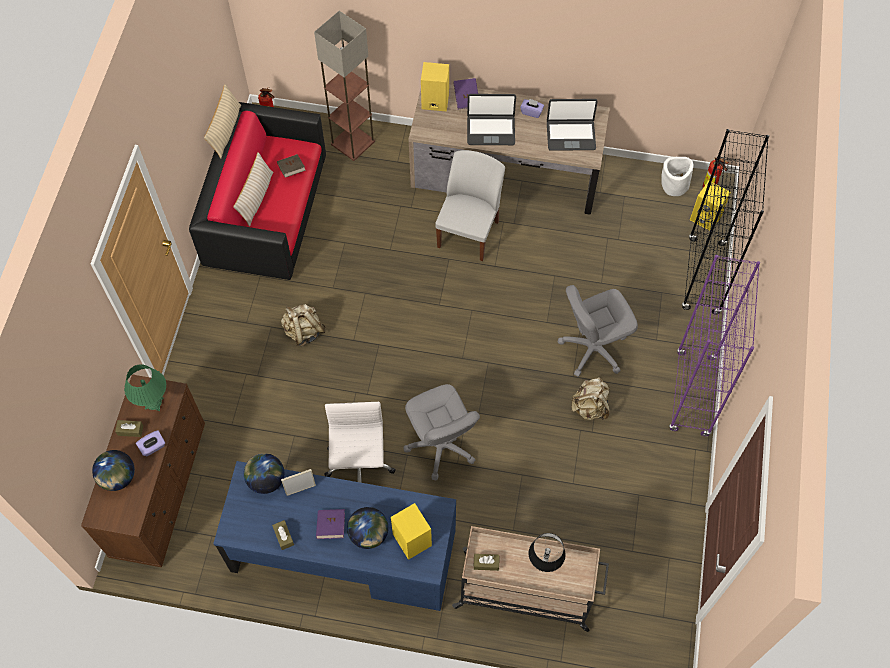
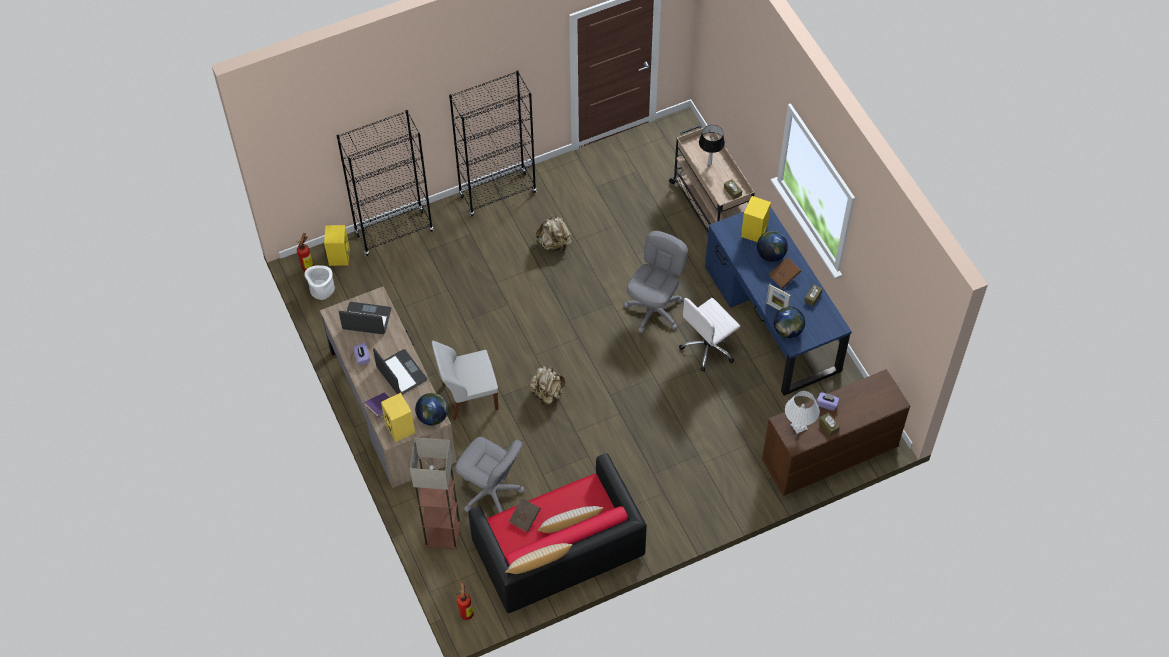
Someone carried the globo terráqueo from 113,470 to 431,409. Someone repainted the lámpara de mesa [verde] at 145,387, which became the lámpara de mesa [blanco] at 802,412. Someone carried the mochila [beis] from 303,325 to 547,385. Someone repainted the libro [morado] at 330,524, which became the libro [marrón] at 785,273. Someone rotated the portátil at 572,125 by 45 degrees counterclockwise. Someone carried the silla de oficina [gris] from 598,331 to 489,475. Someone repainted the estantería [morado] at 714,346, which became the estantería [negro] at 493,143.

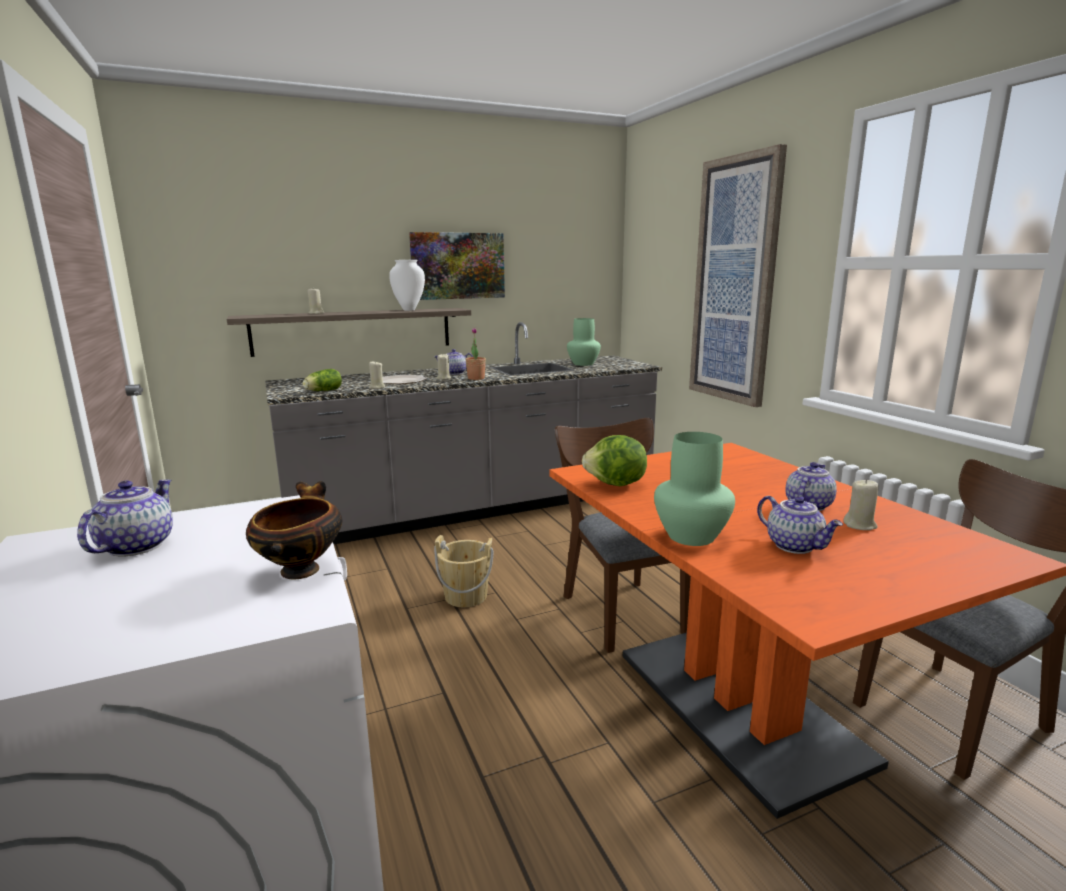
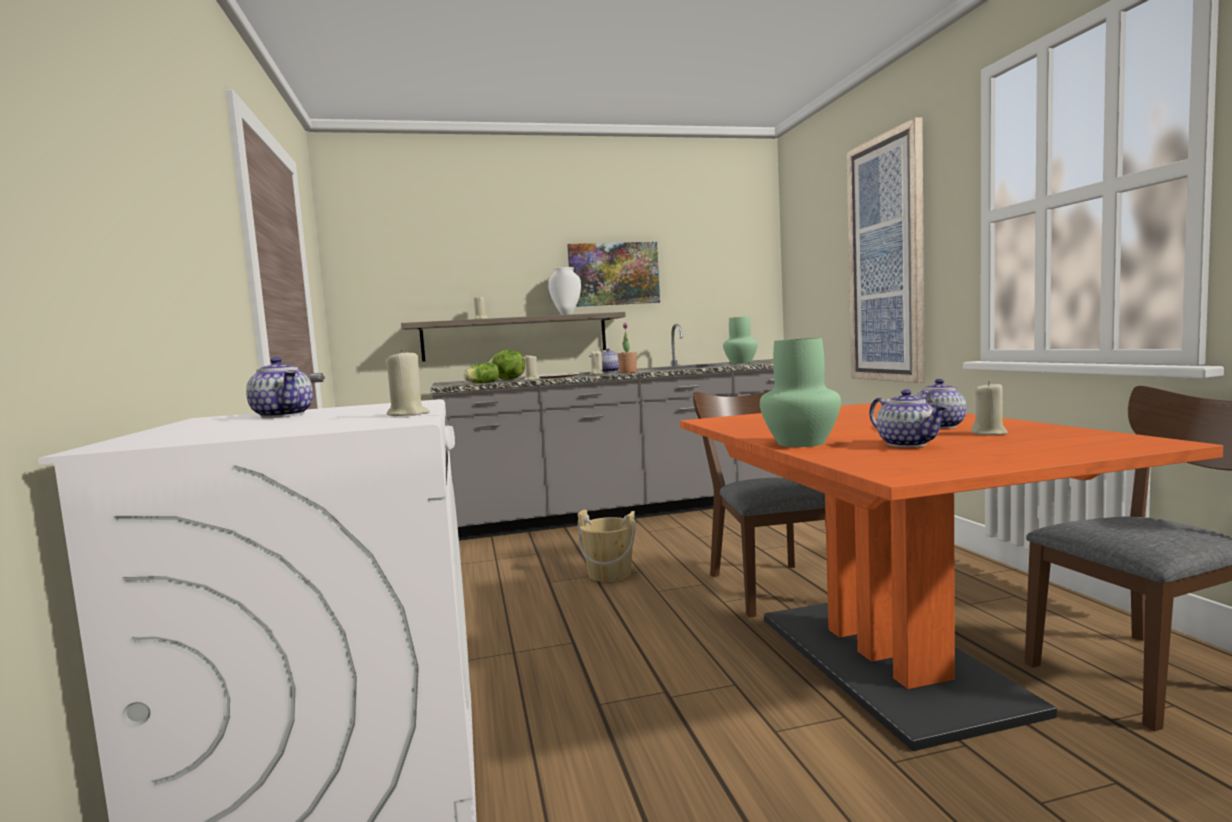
Someone rotated the tetera at 125,518 by 120 degrees clockwise. Someone swapped the cuenco at 294,530 for the vela [beis] at 407,382. Someone carried the lechuga from 614,460 to 506,365.

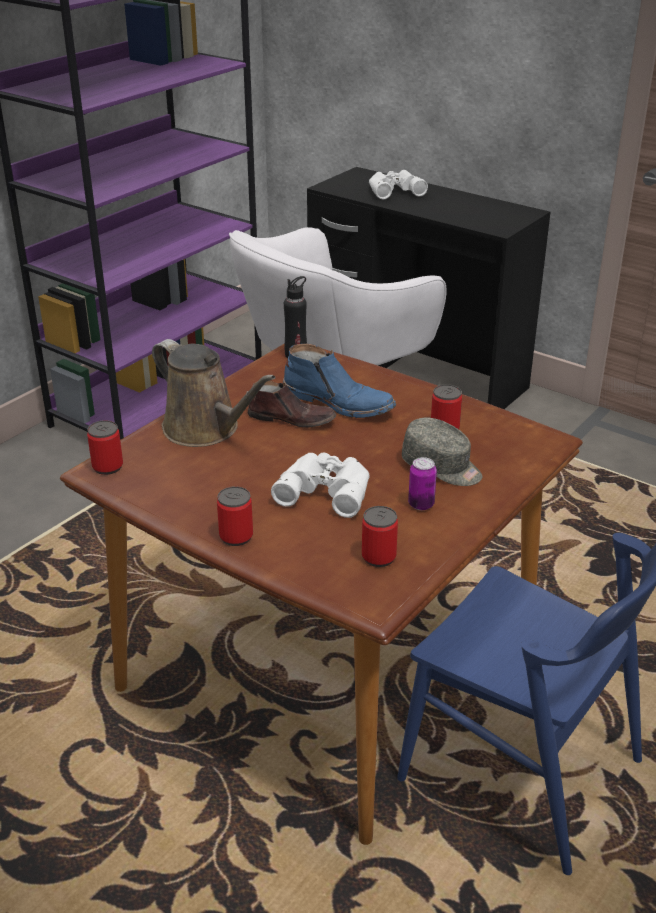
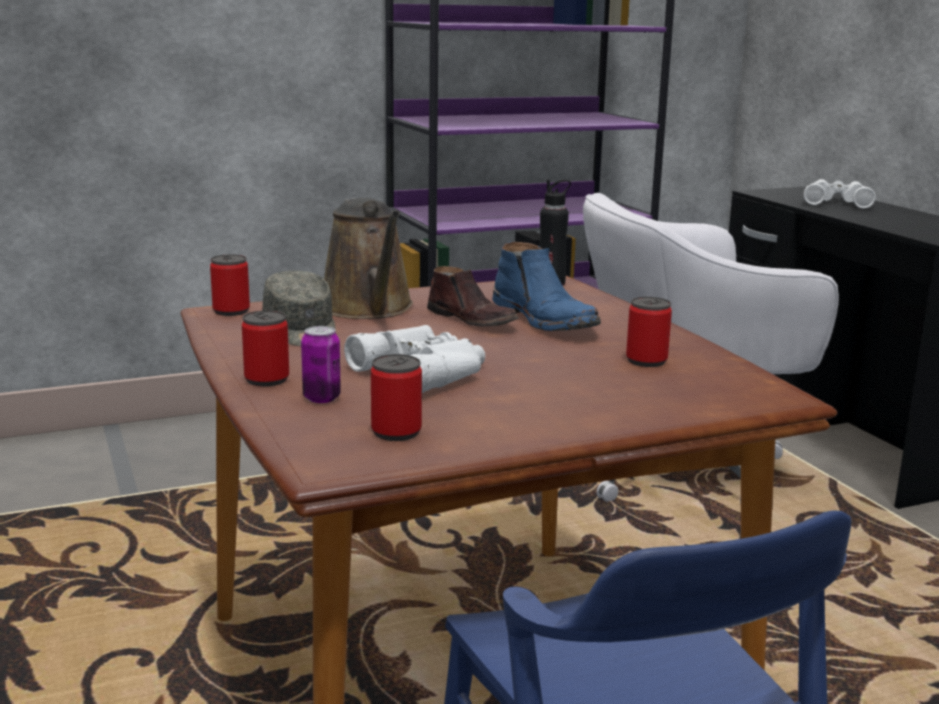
Someone carried the gorra [gris] from 442,452 to 299,308. Someone carried the lata from 422,483 to 321,364.

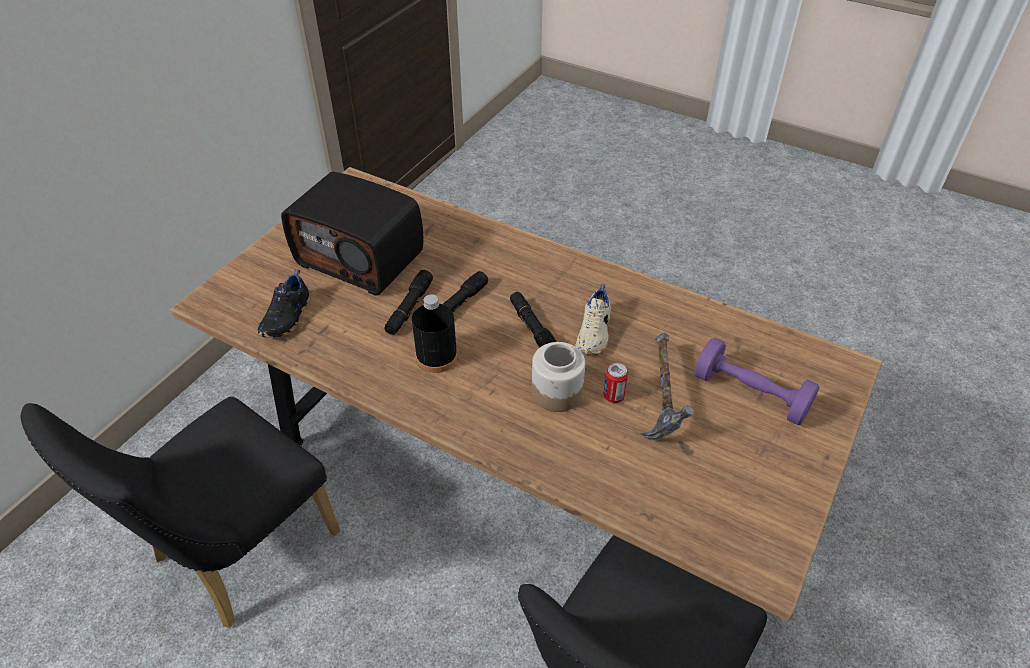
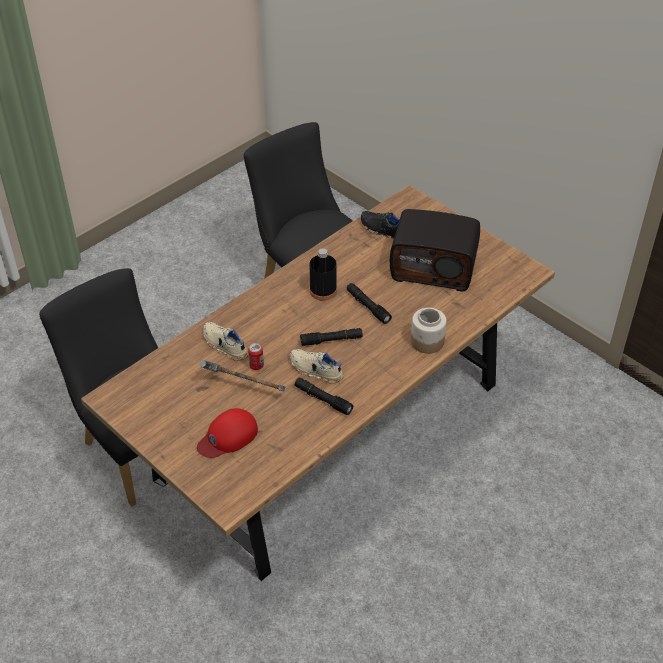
Someone rotated the radio at 352,233 by 120 degrees counterclockwise. Someone carried the linterna [negro] from 408,302 to 324,396. Someone carried the tarro from 558,377 to 429,331. Someone swapped the mancuerna [morado] at 757,381 for the gorra [rojo] at 227,433. Someone put down the zapato [beis] at 225,341.

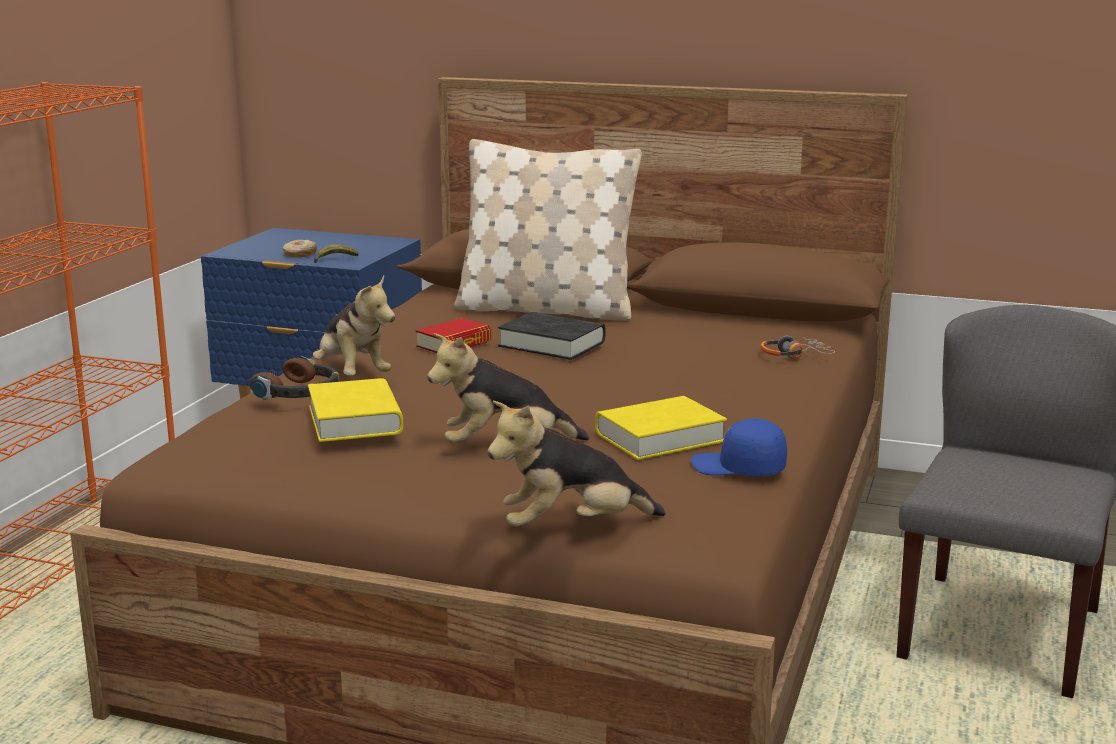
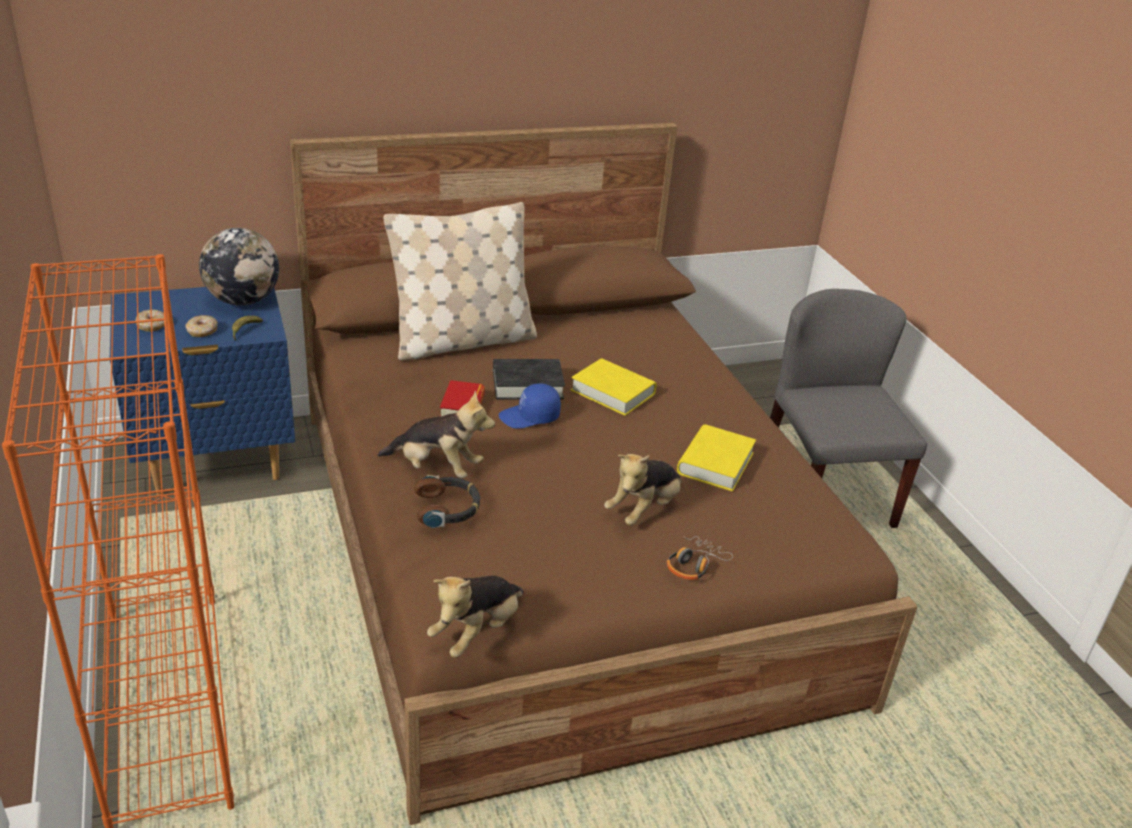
Someone carried the libro [amarillo] from 355,410 to 614,387. Someone carried the peluche from 576,464 to 475,616. Someone carried the gorra [azul] from 739,447 to 530,406. Someone carried the auriculares from 797,347 to 700,558. Someone put down the rosquilla at 150,321. Someone put down the globo terráqueo at 239,267.

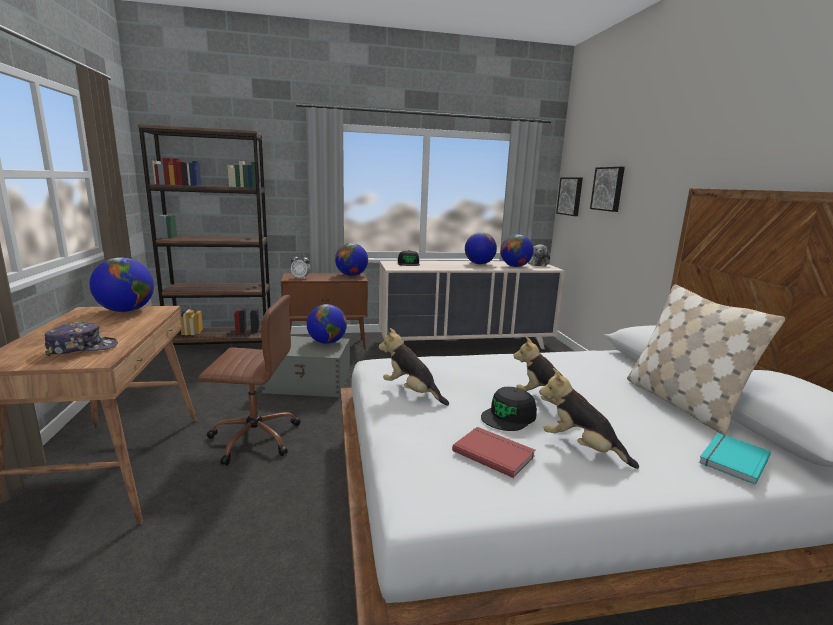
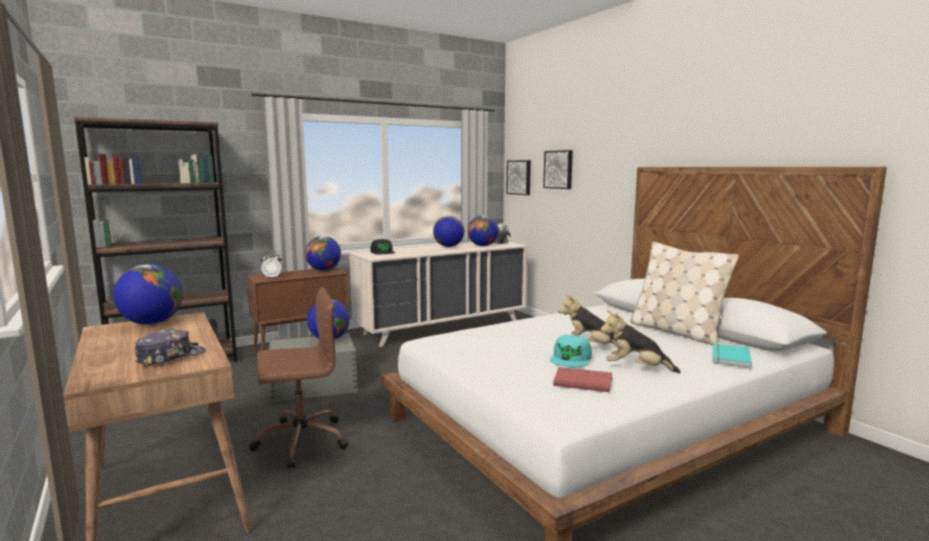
Someone took away the peluche at 414,366. Someone repainted the gorra [negro] at 509,409, which became the gorra [turquesa] at 571,351.

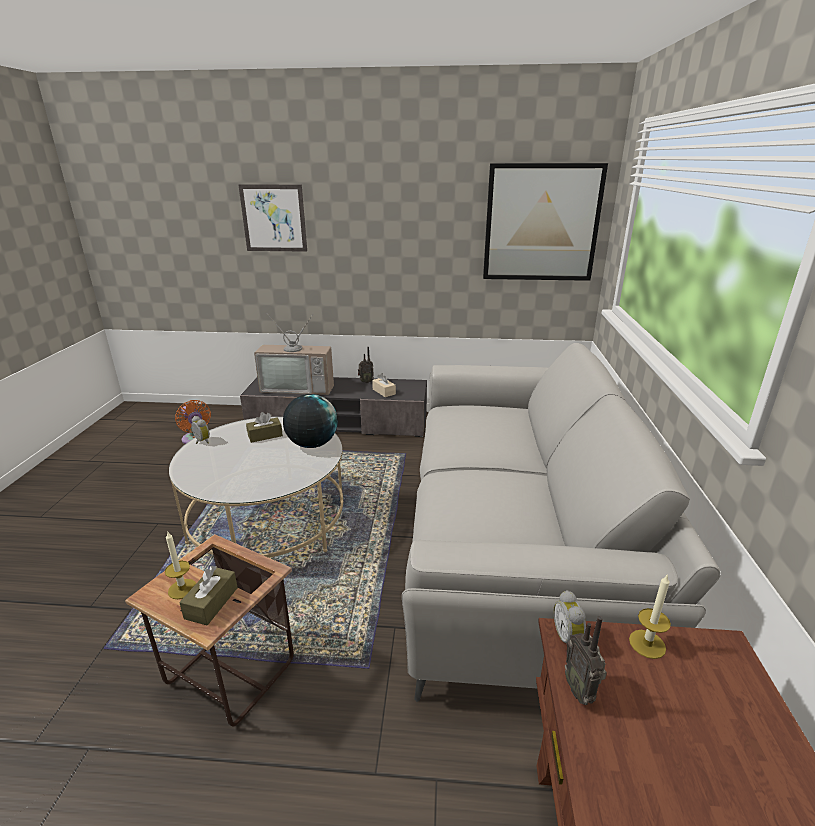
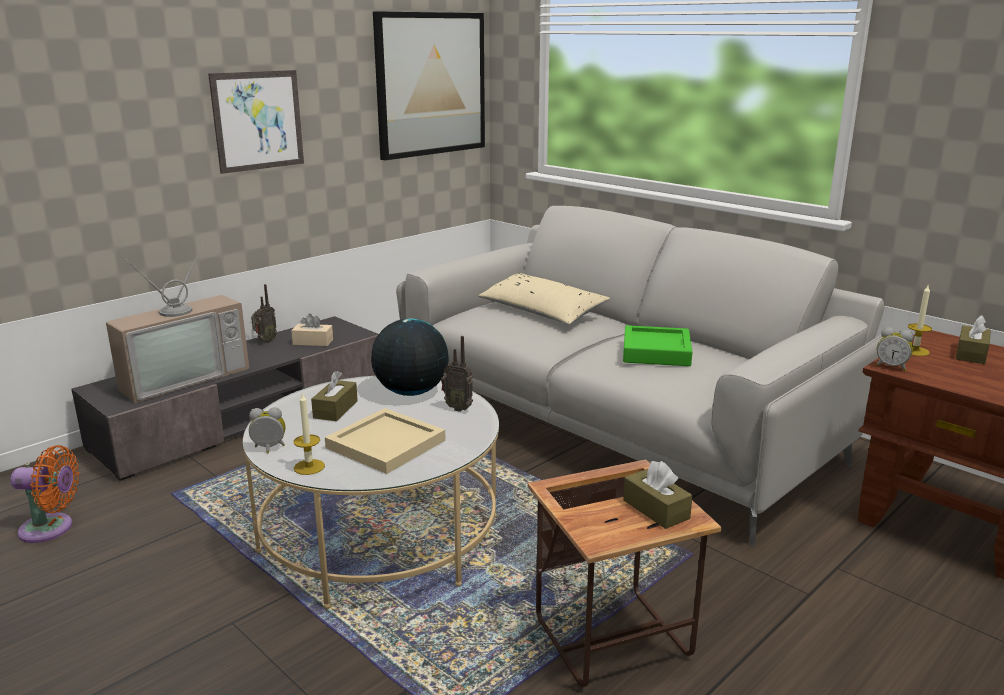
Someone carried the vela from 180,565 to 309,434. Someone carried the cuadro from 273,218 to 256,122. Someone carried the radio from 586,660 to 457,374. Someone put down the bandeja [beis] at 385,441. Someone put down the cojín [beis] at 544,299. Someone put down the bandeja [verde] at 657,345. Someone put down the caja de pañuelos [marrón] at 973,339.

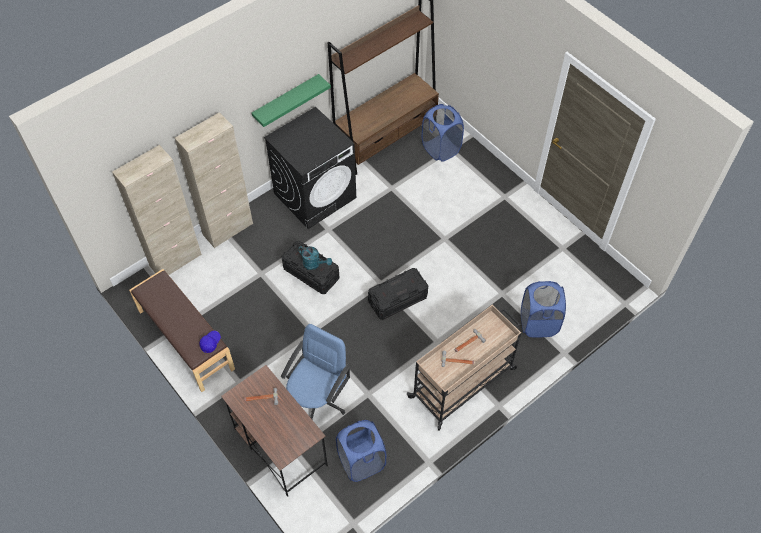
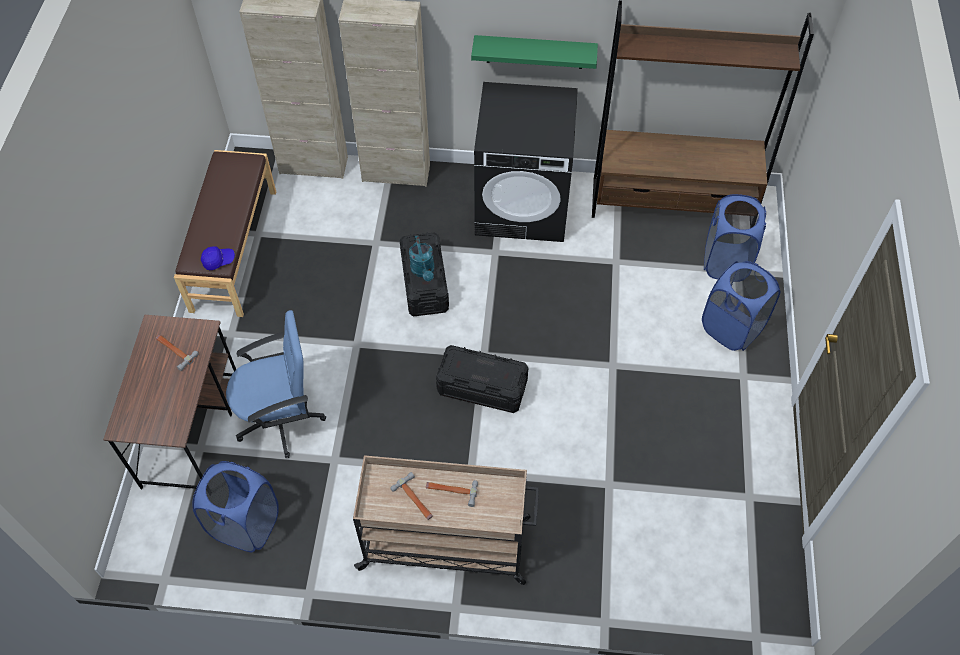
Someone carried the cesto de la ropa [azul] from 543,309 to 741,306.

